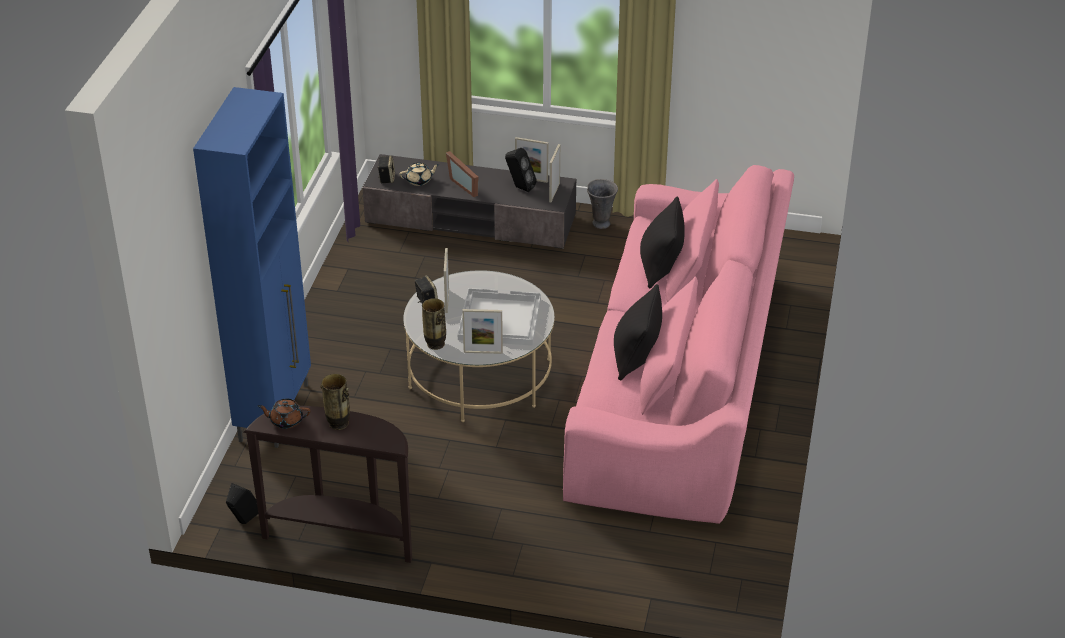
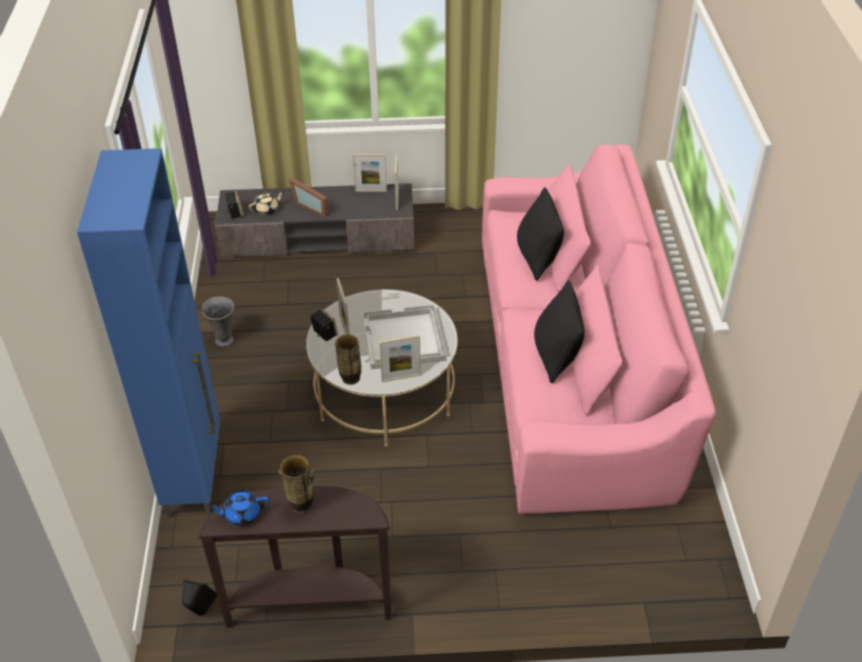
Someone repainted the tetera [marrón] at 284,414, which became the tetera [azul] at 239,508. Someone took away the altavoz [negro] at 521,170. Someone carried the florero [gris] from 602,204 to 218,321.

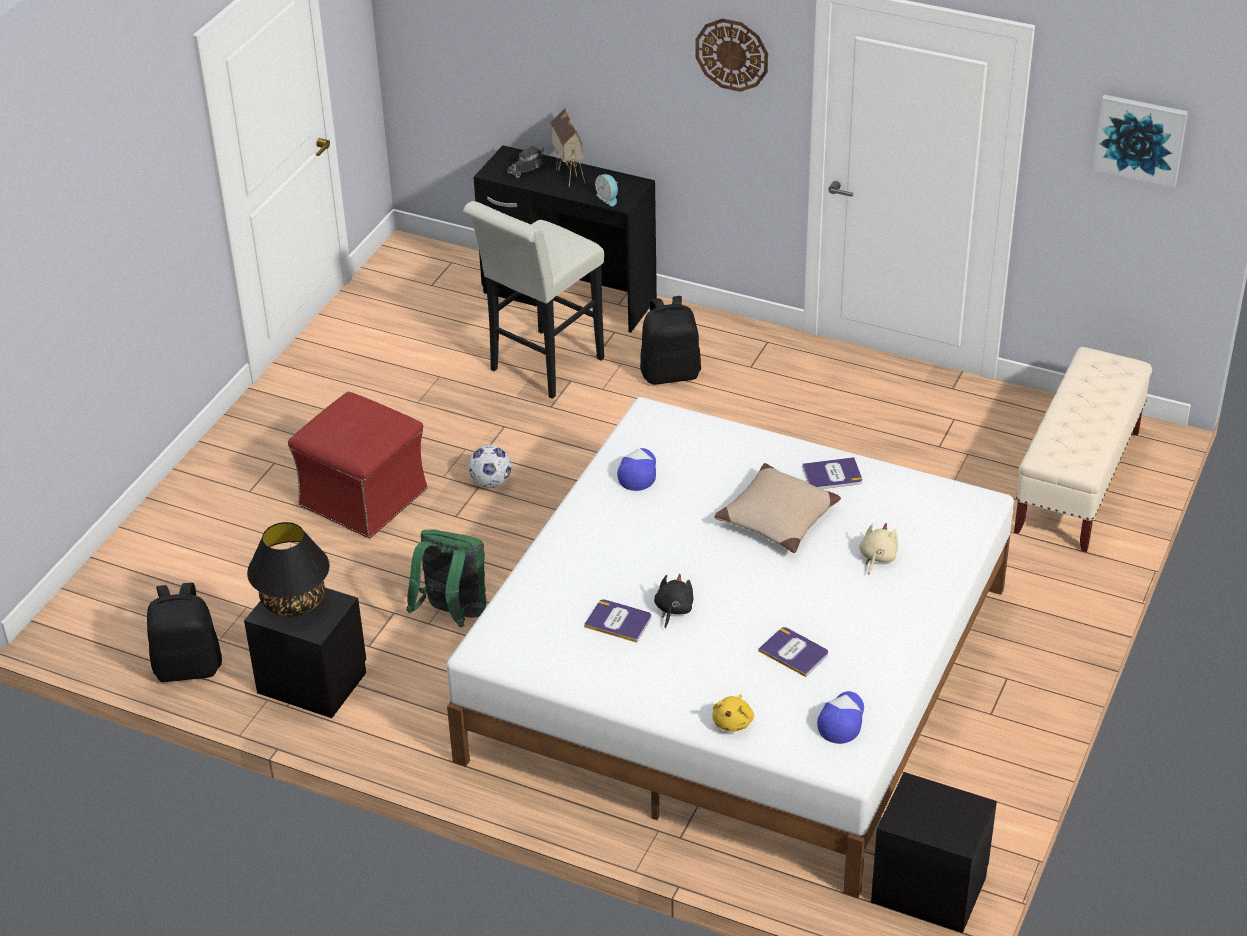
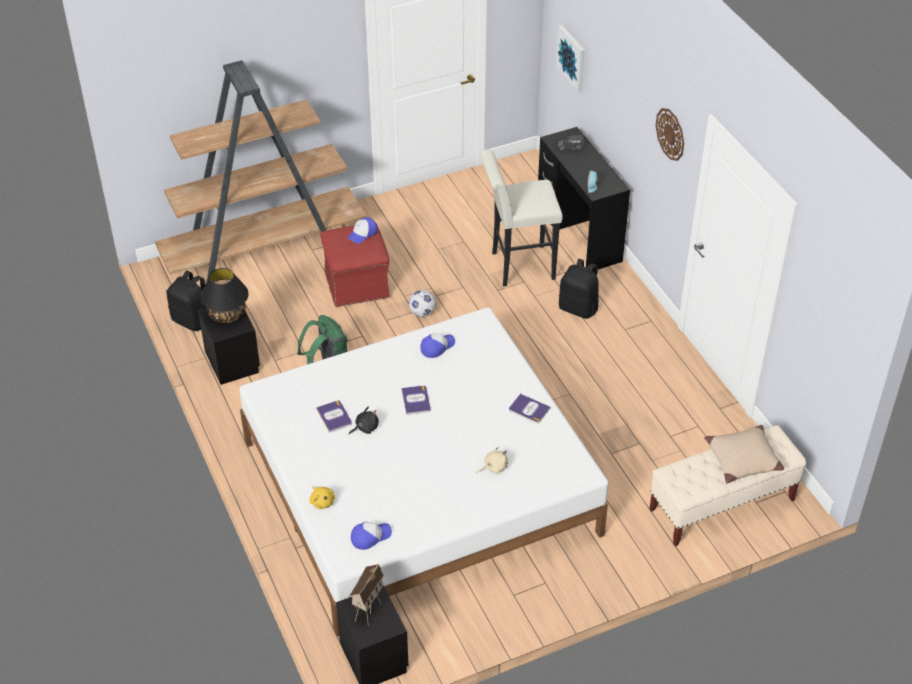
Someone carried the casita from 567,147 to 366,595. Someone rotated the peluche [amarillo] at 733,713 by 90 degrees counterclockwise. Someone carried the cojín [beis] from 777,508 to 744,454. Someone carried the libro from 793,652 to 416,400. Someone carried the cuadro from 1140,141 to 570,58. Someone put down the estantería [marrón] at 261,170. Someone put down the gorra at 362,230.

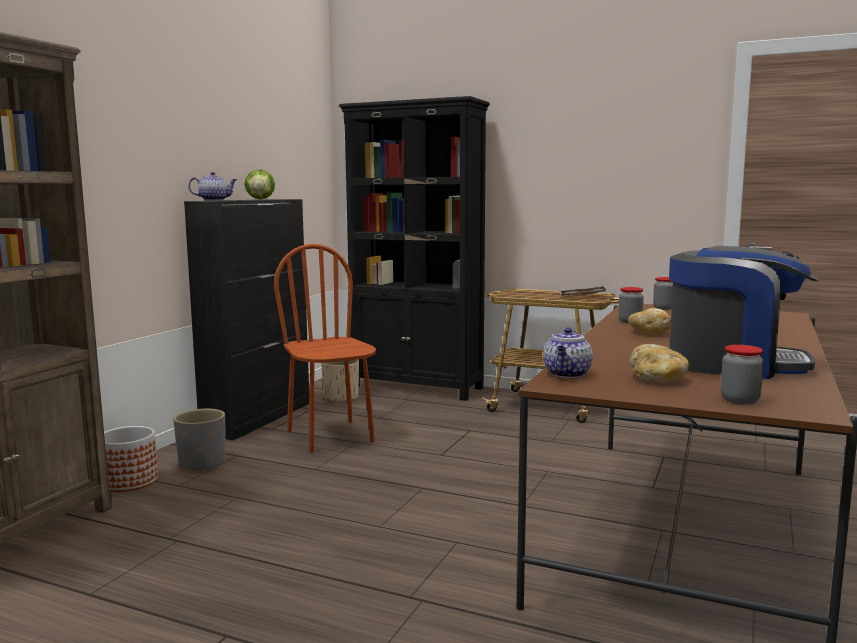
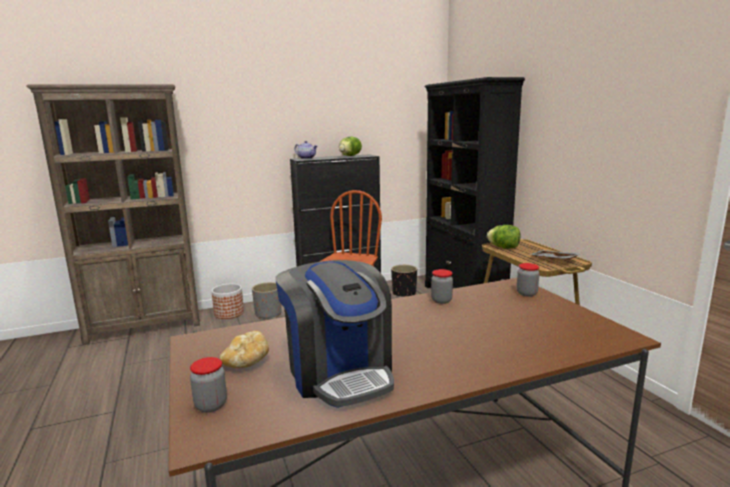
Someone repainted the maceta [beis] at 340,381, which became the maceta [negro] at 404,281. Someone took away the tetera at 568,352. Someone took away the pan at 649,321. Someone put down the lechuga at 504,237.

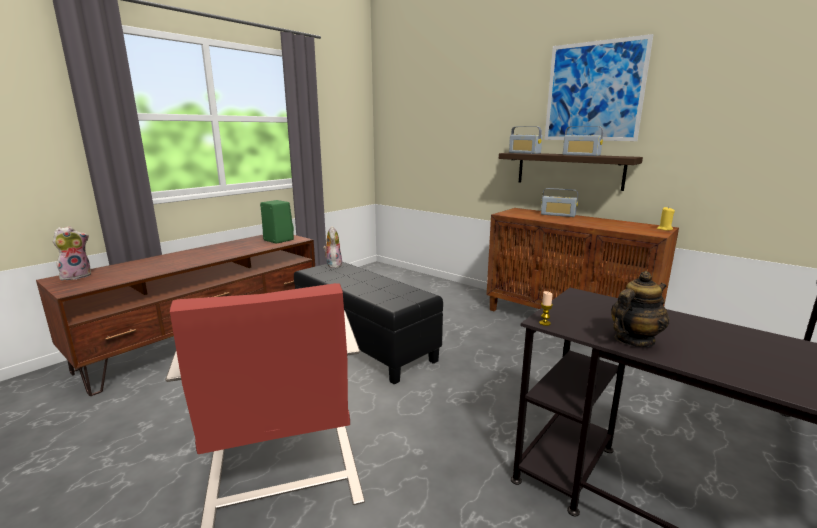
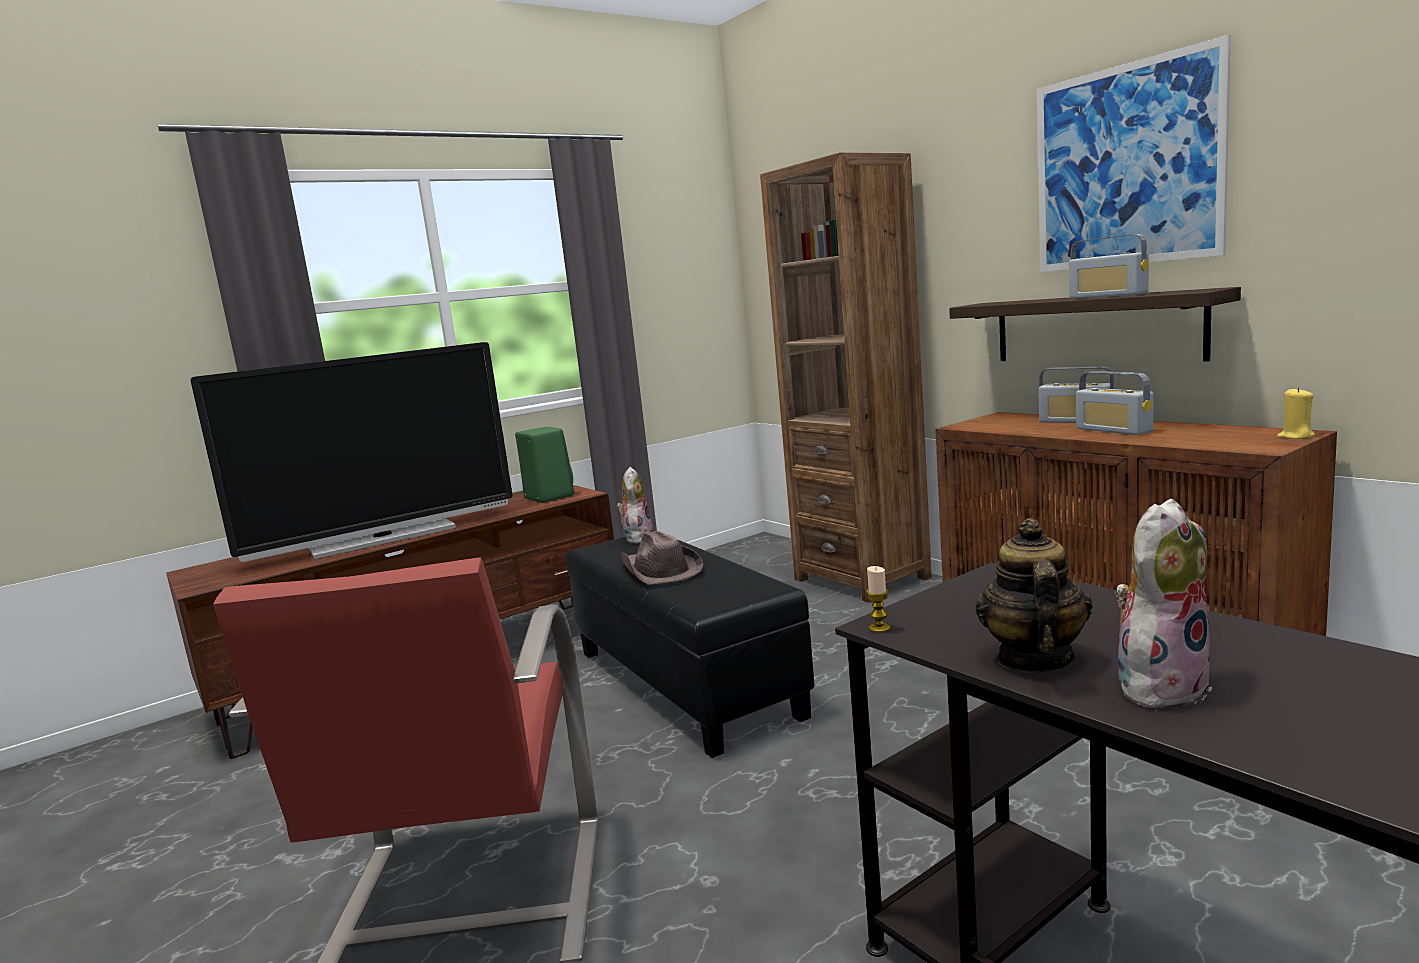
Someone carried the peluche from 72,253 to 1164,603. Someone carried the radio from 525,140 to 1115,403. Someone rotated the tetera at 640,309 by 60 degrees counterclockwise. Someone put down the televisor at 351,452. Someone put down the sombrero [marrón] at 661,558. Someone put down the estantería [marrón] at 846,377.

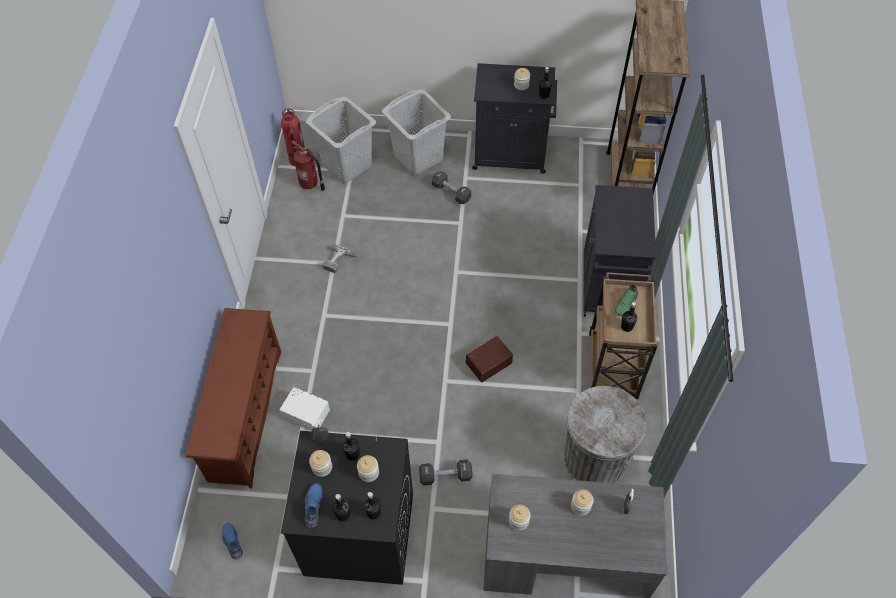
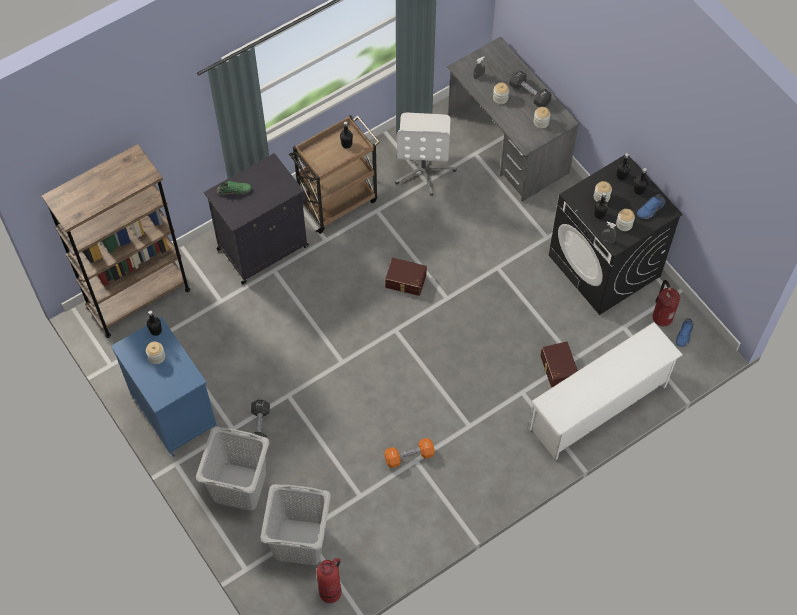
Someone repainted the zapatero [marrón] at 233,398, which became the zapatero [blanco] at 605,391. Someone repainted the caja de almacenaje [blanco] at 304,409, which became the caja de almacenaje [marrón] at 559,364. Someone carried the extintor from 308,165 to 666,303. Someone swapped the taladro at 340,258 for the mancuerna [naranja] at 409,453. Someone carried the mancuerna [negro] from 446,472 to 530,88. Someone repainted the armario [negro] at 514,118, which became the armario [azul] at 163,387. Someone swapped the papelera [gris] at 605,434 for the silla de oficina [blanco] at 425,154. Someone carried the zapato [verde] from 626,300 to 234,188.

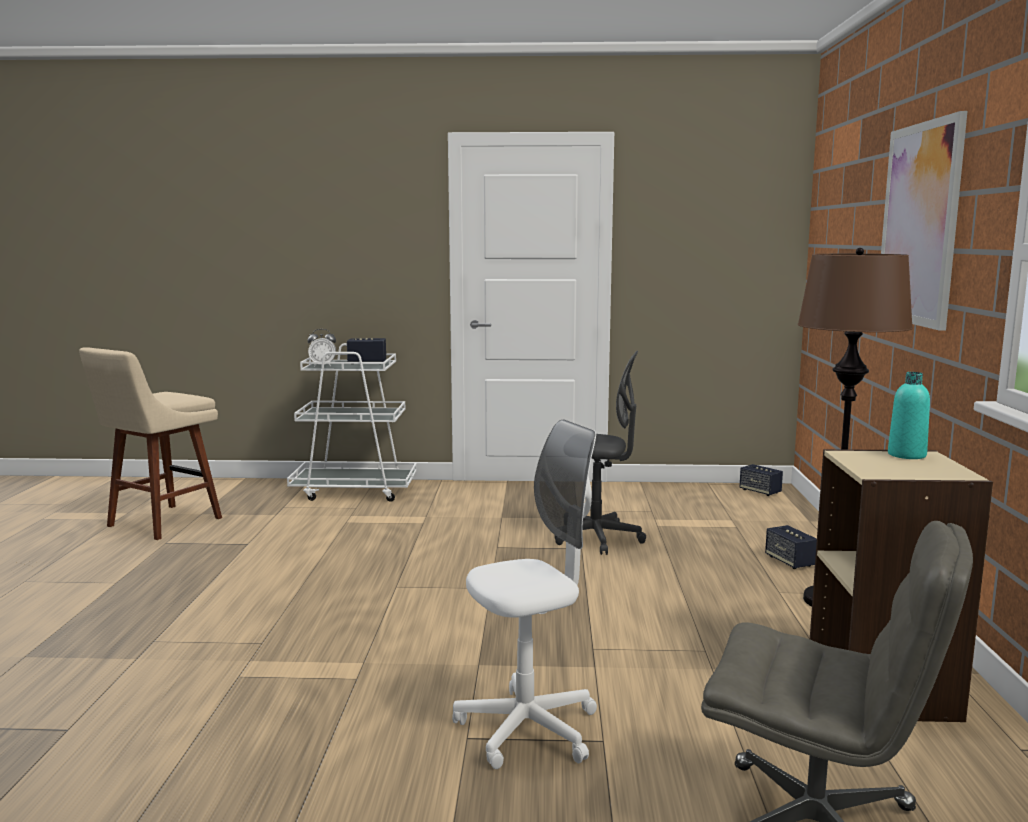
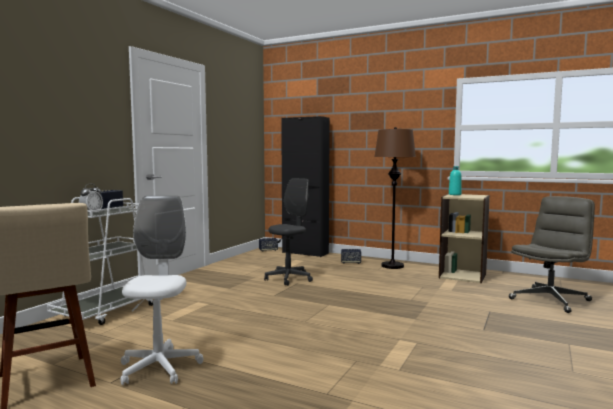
Someone carried the silla de oficina [blanco] from 524,594 to 161,290. Someone took away the cuadro at 924,221. Someone put down the armario [negro] at 305,186.

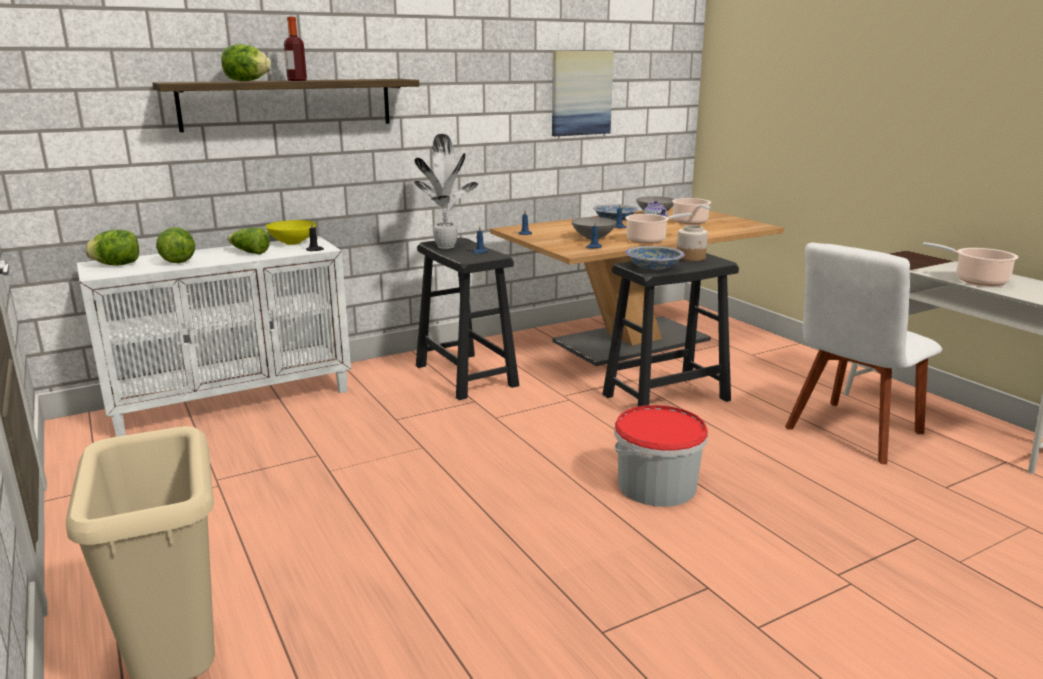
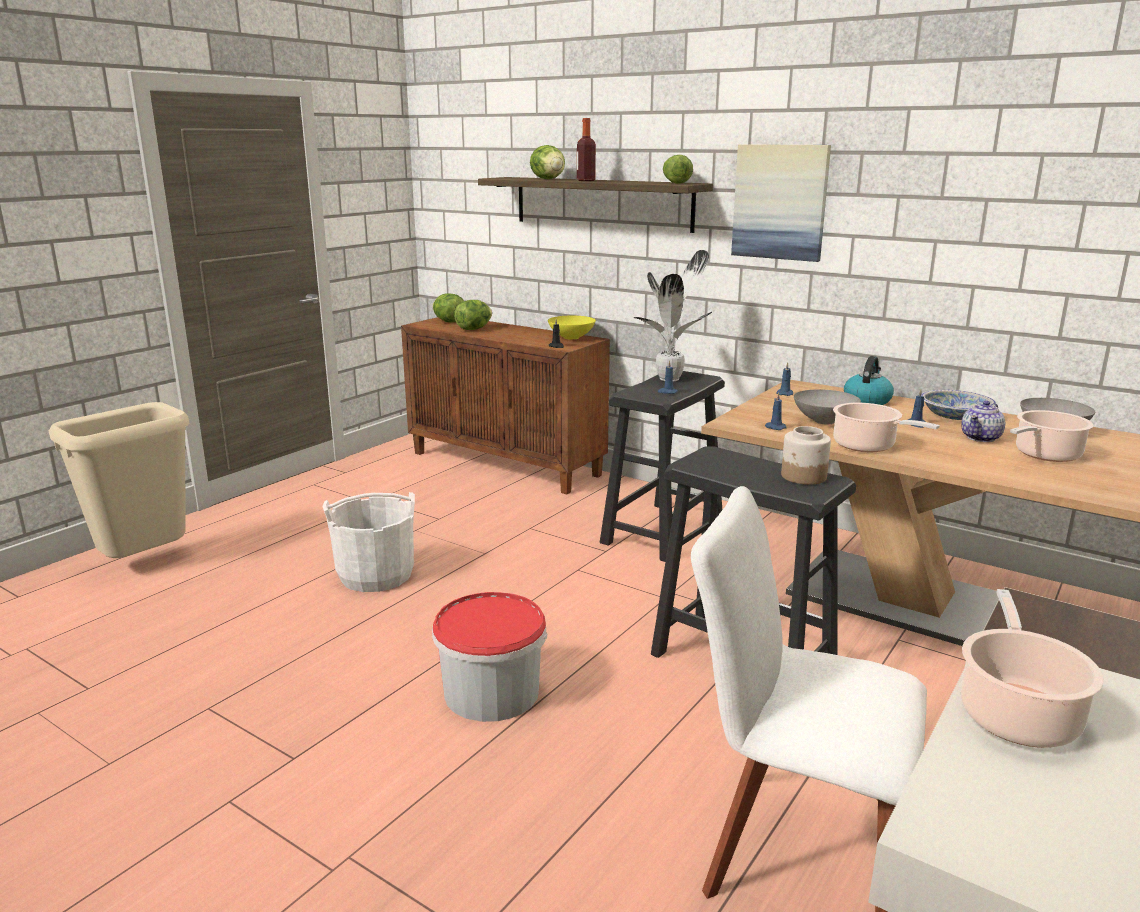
Someone repainted the armario [blanco] at 214,336, which became the armario [marrón] at 505,405. Someone carried the lechuga from 248,241 to 678,169. Someone carried the cuadro from 583,93 to 781,203. Someone took away the cuenco at 655,258. Someone put down the cubo [blanco] at 368,542. Someone put down the hervidor at 869,380.

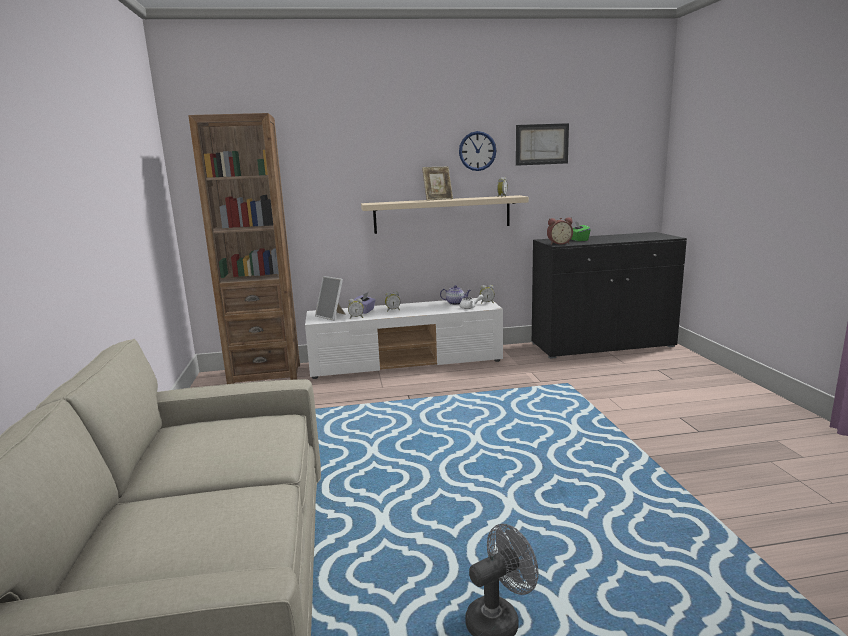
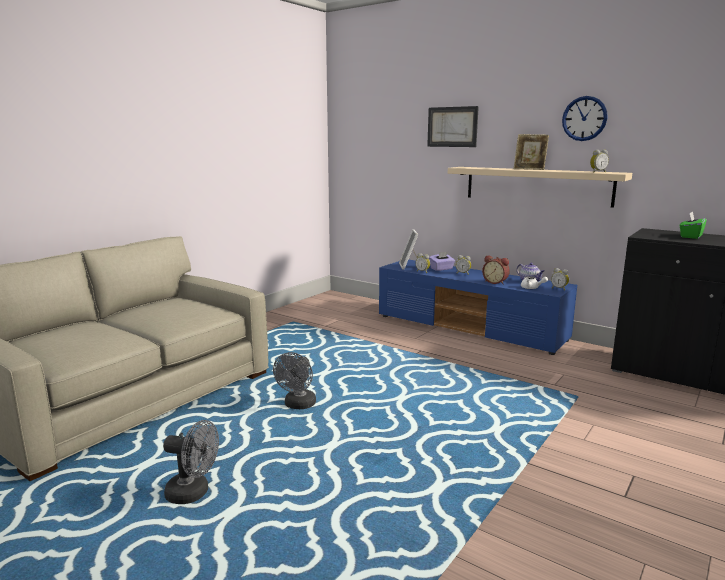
Someone took away the estantería [marrón] at 244,248. Someone repainted the mueble de televisión [blanco] at 404,338, which became the mueble de televisión [azul] at 478,307. Someone carried the cuadro from 542,144 to 453,126. Someone carried the despertador from 560,231 to 496,270. Someone put down the ventilador [gris] at 294,380.

